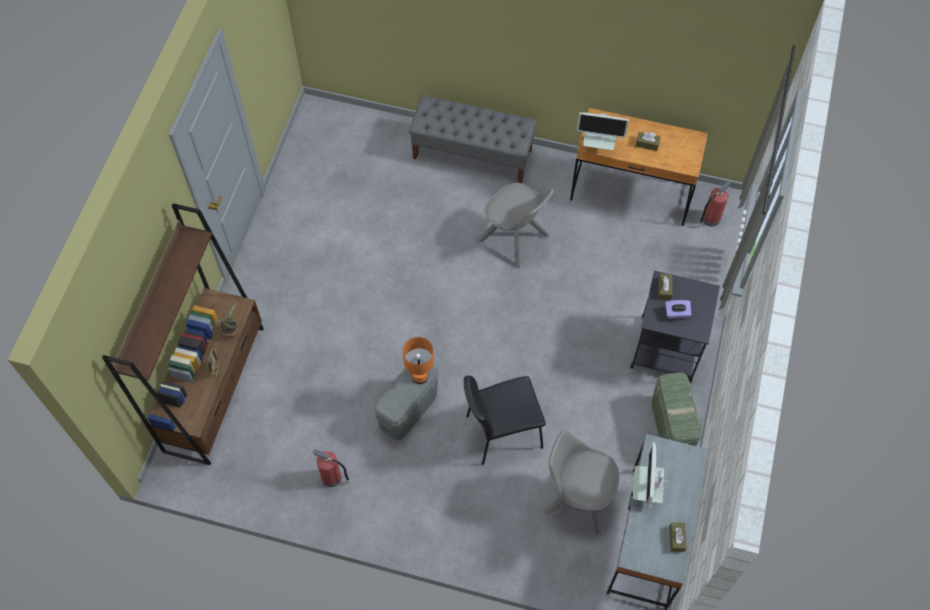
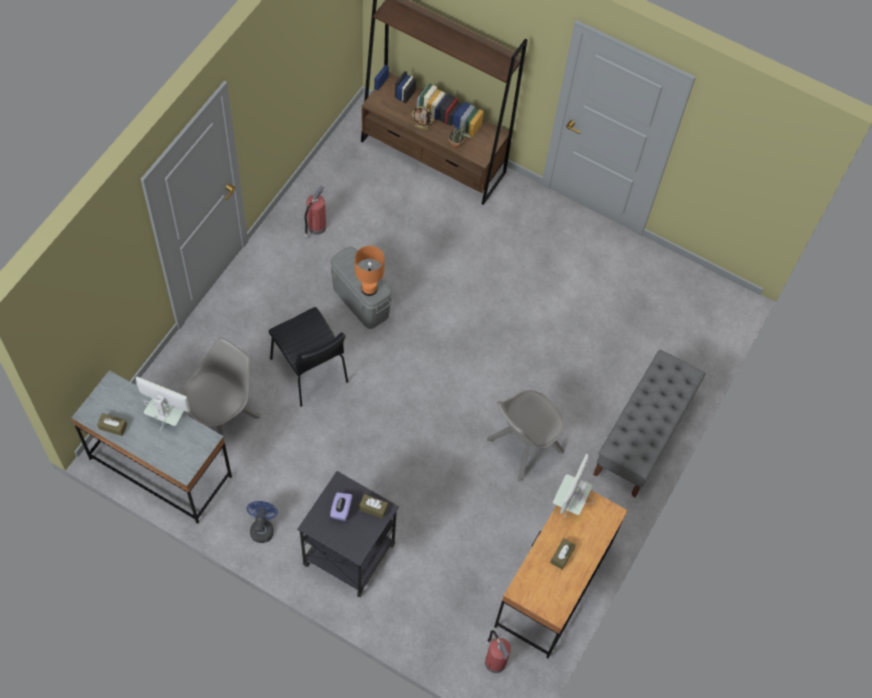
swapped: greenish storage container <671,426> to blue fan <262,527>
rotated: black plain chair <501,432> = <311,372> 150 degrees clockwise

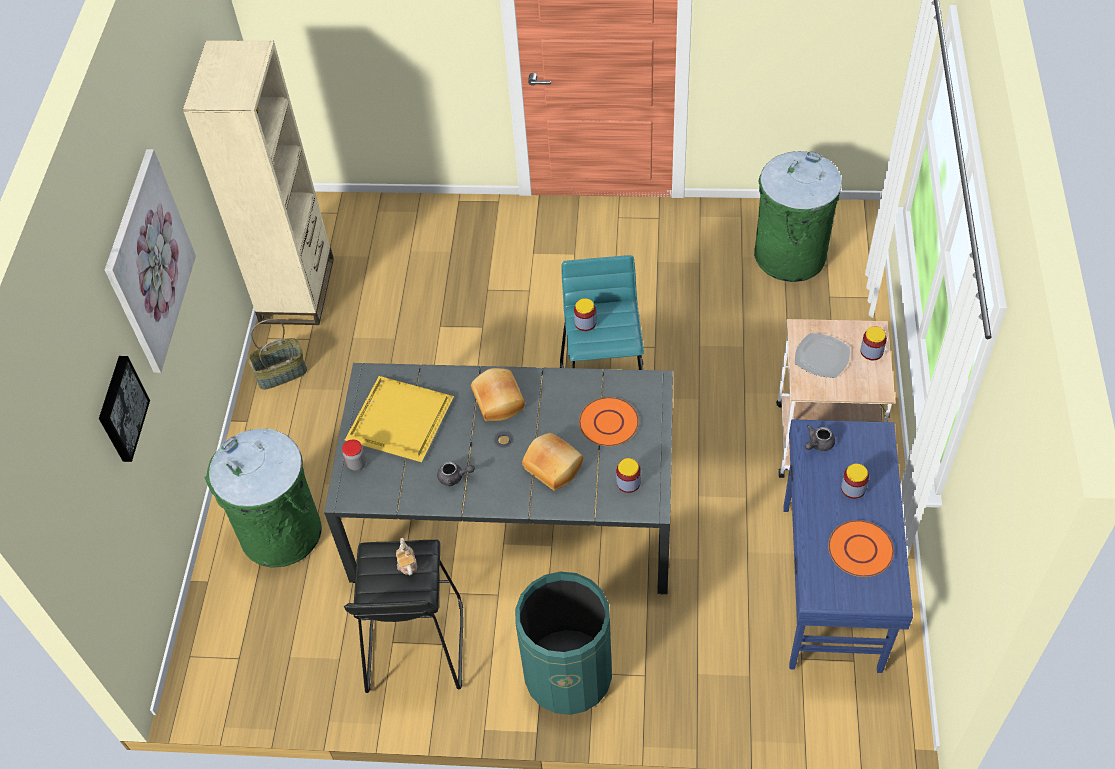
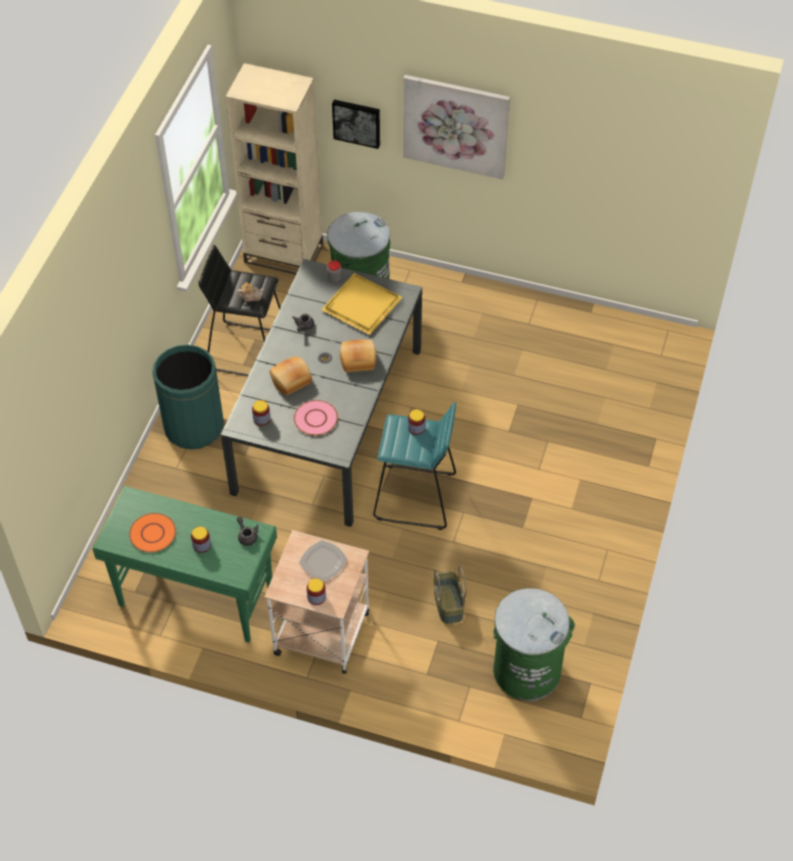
shifted: beige-coloured bookcase <297,290> to <283,253>; basket <281,374> to <447,604>
repainted: orangey dinner plate <608,423> to pinkish dinner plate <315,418>; blue console table <831,588> to greenish console table <195,596>

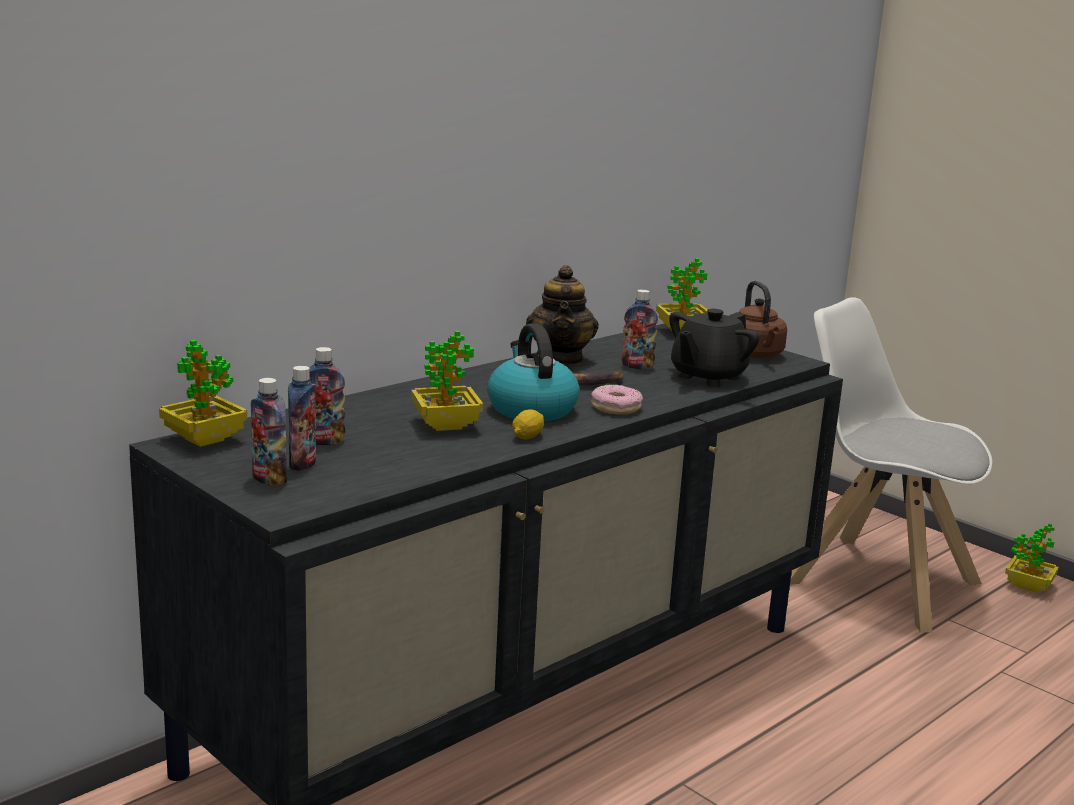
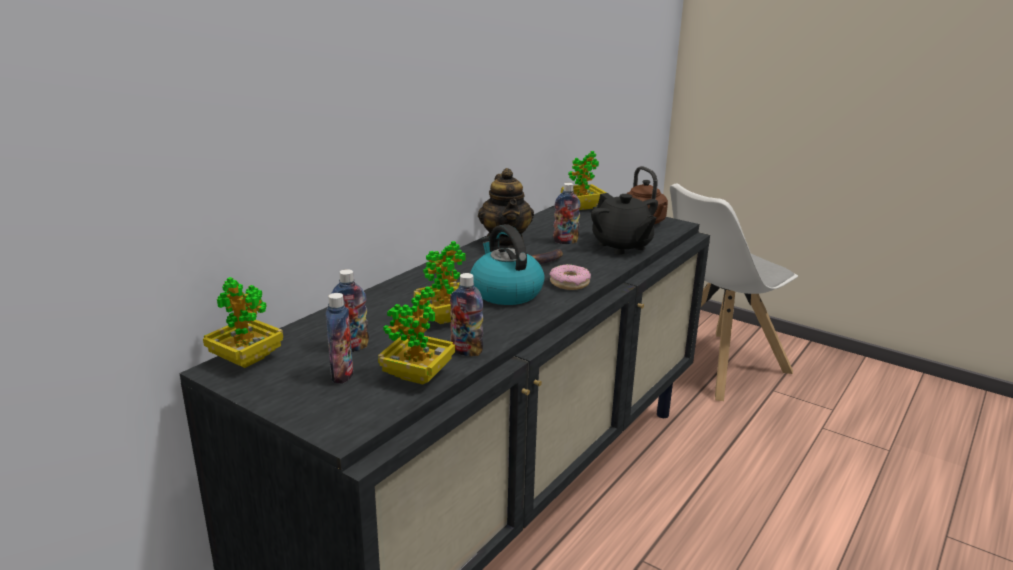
gone: whole lemon <527,437>
shifted: beverage bottle <269,479> to <466,351>; houseplant <1028,586> to <417,375>
rotated: black teapot <708,377> = <621,246> 60 degrees counterclockwise; plain chair <876,580> = <715,365> 60 degrees counterclockwise

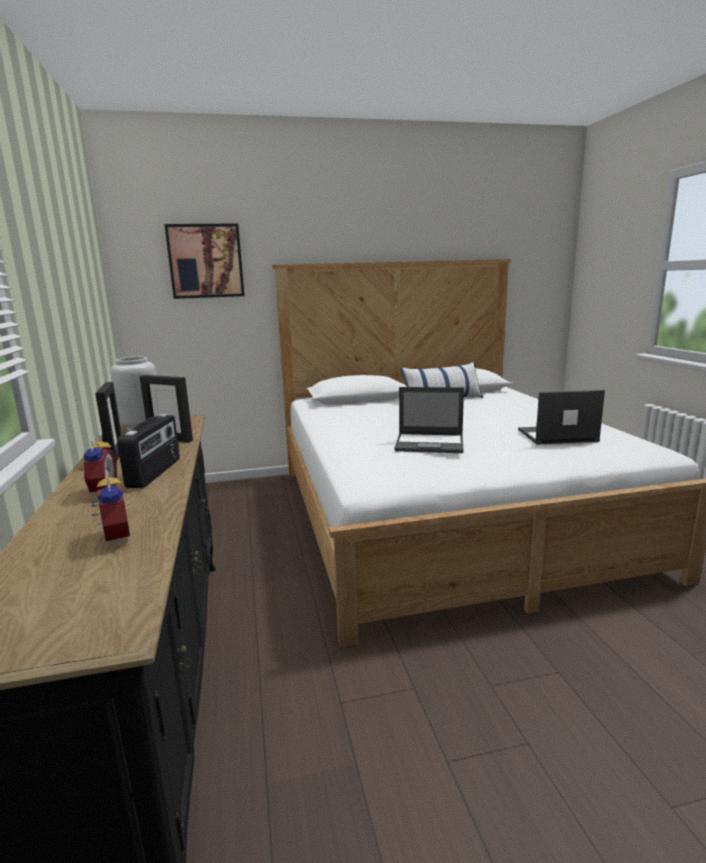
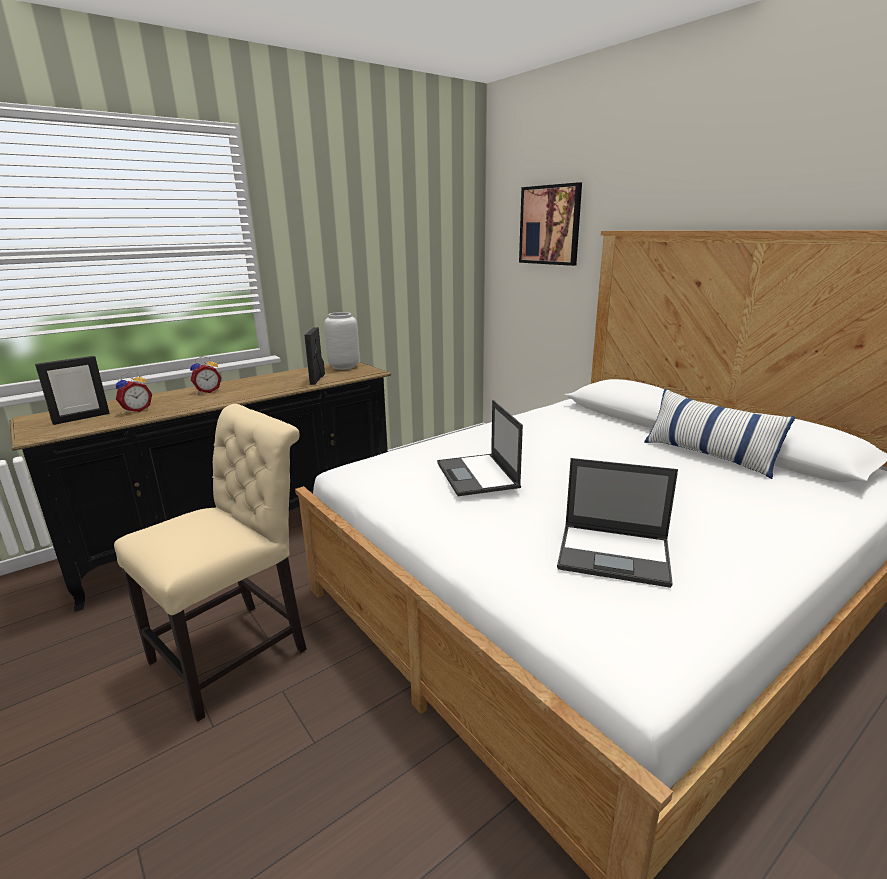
gone: radio set <155,473>
new: beige-coloured plain chair <239,651>
shifted: standing frame <114,455> to <81,418>
rotated: laptop <556,435> = <615,554> 135 degrees clockwise

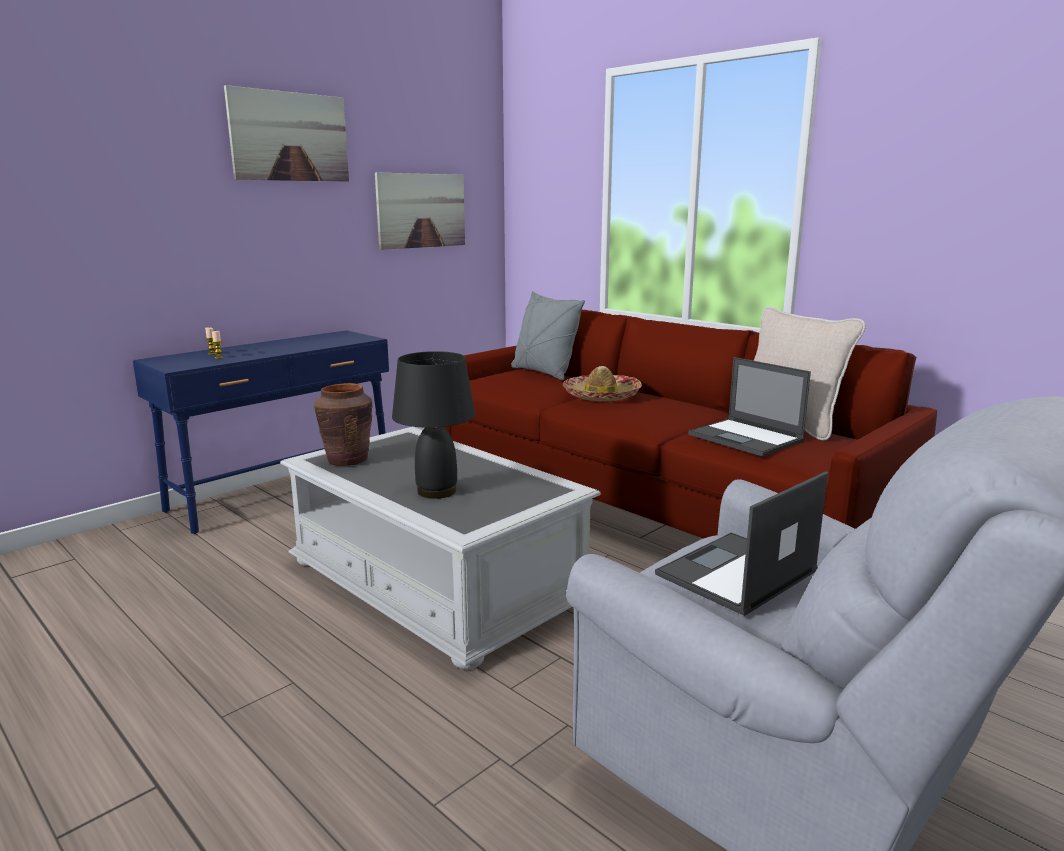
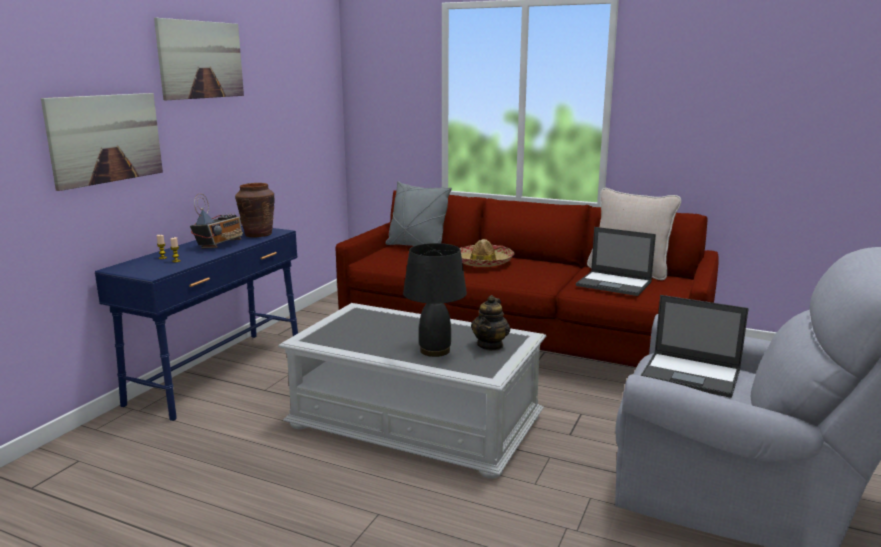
new: radio set <220,245>; teapot <490,345>
shifted: brownish decorative vase <347,460> to <258,235>; picture <421,210> to <106,138>
rotated: laptop <736,573> = <692,375> 90 degrees counterclockwise

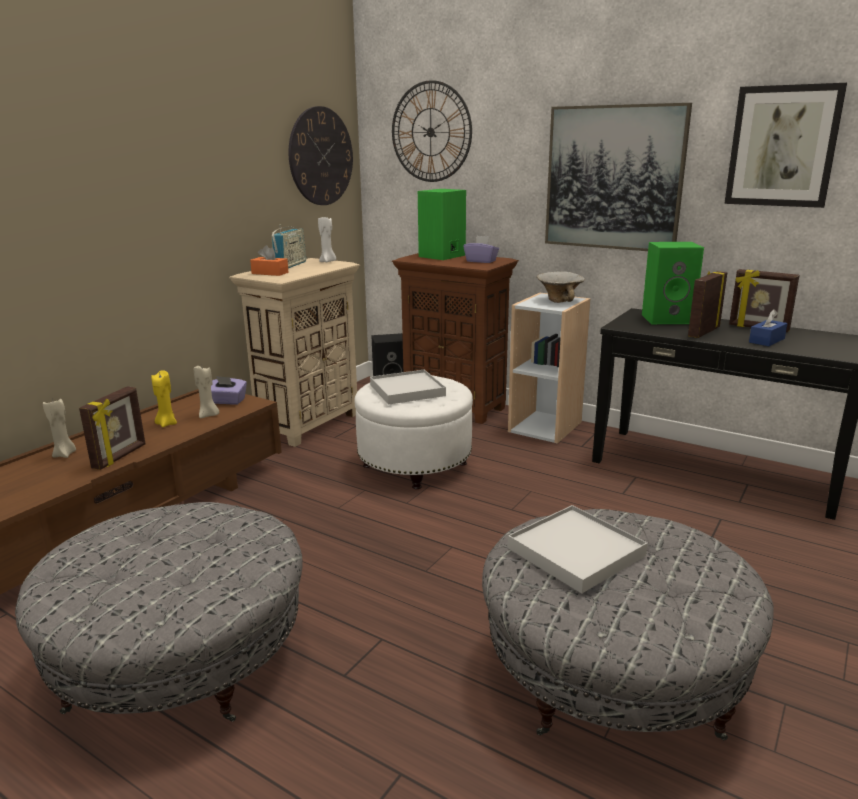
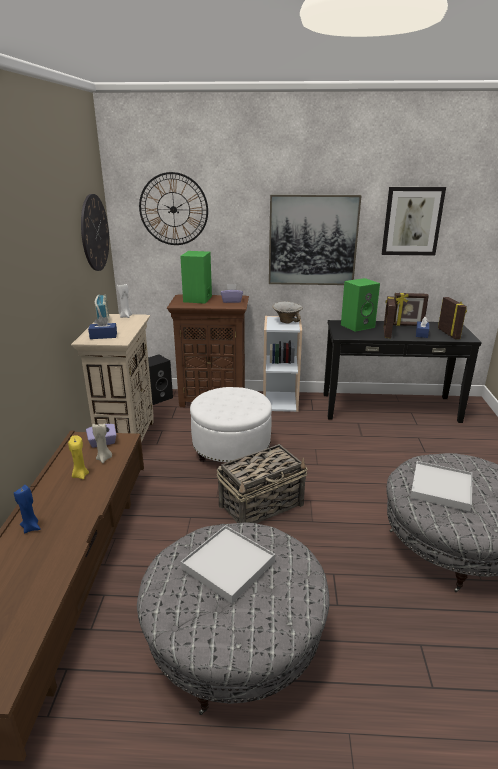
new: basket <262,505>
shifted: standing frame <120,457> to <449,334>; white-coloured serving tray <407,390> to <228,565>
repainted: beige-coloured candle <65,454> to blue candle <31,527>; orangey tissue box <270,273> to blue tissue box <103,336>

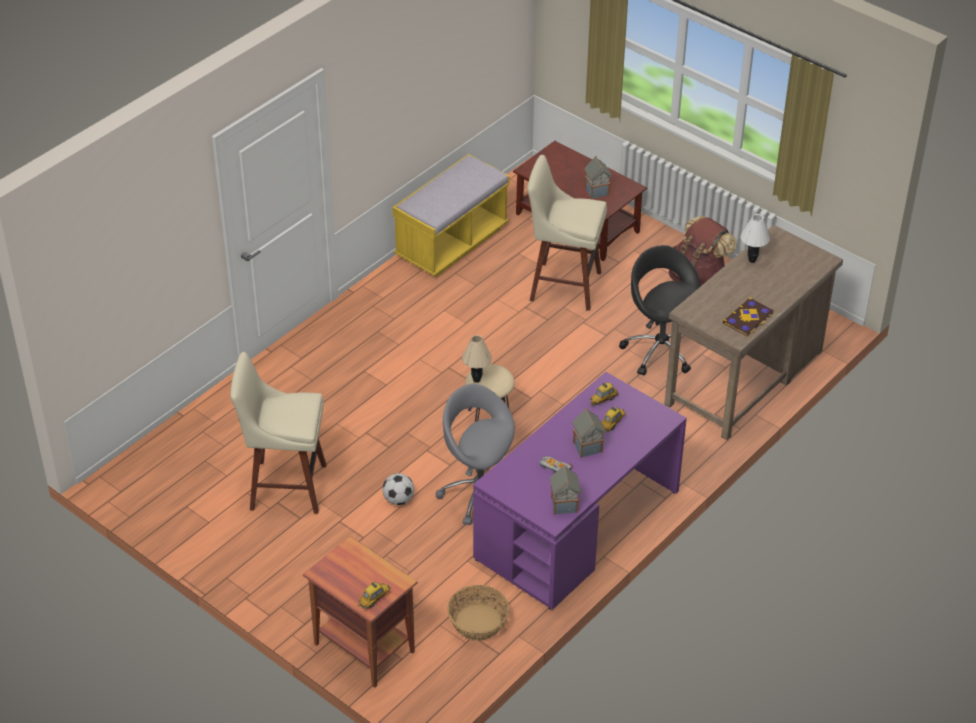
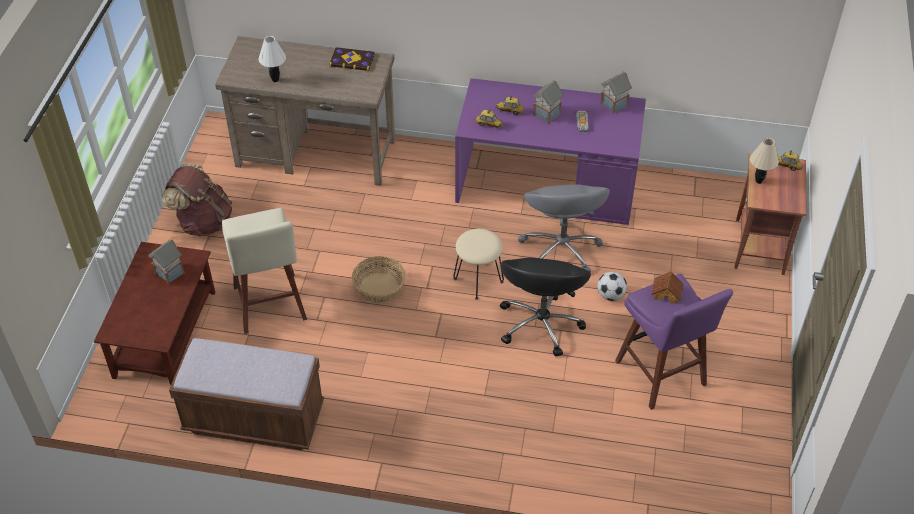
new: model house <666,293>
shifted: basket <478,622> to <379,288>; beige-coloured lamp for a table <476,380> to <759,181>; black office chair <659,349> to <540,327>
repainted: beige-coloured stool seat <285,487> to purple-coloured stool seat <661,375>; yellowish bench <451,243> to brownish bench <254,419>

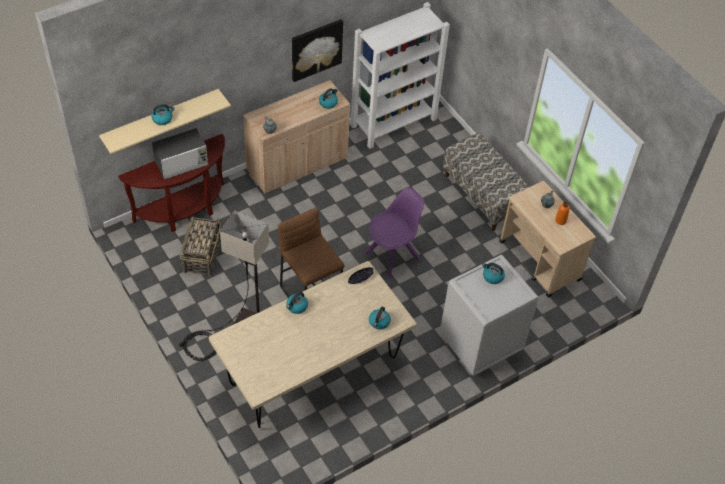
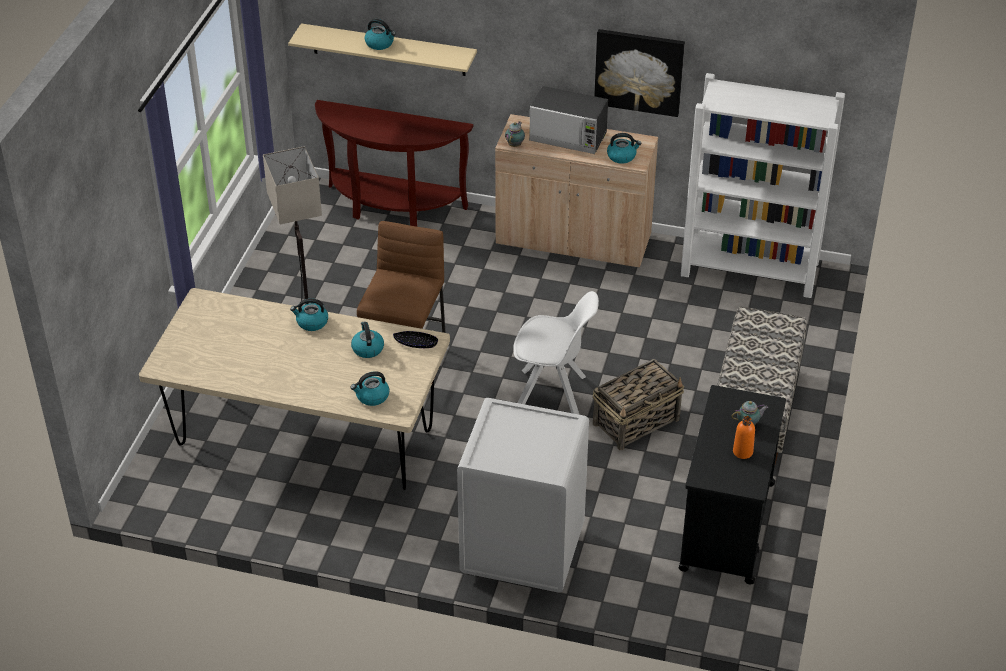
shifted: microwave oven <182,163> to <568,137>; basket <203,255> to <637,421>; kettle <492,277> to <367,348>
repainted: purple-coloured plain chair <392,255> to white-coloured plain chair <552,394>; beige-coloured cart <540,261> to black cart <726,527>

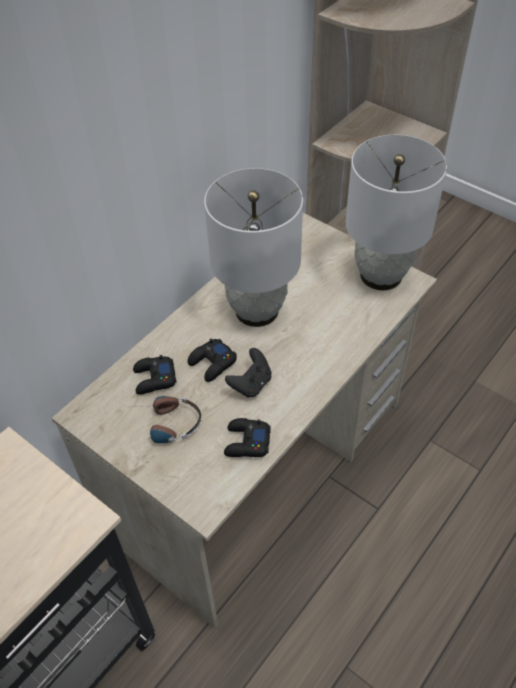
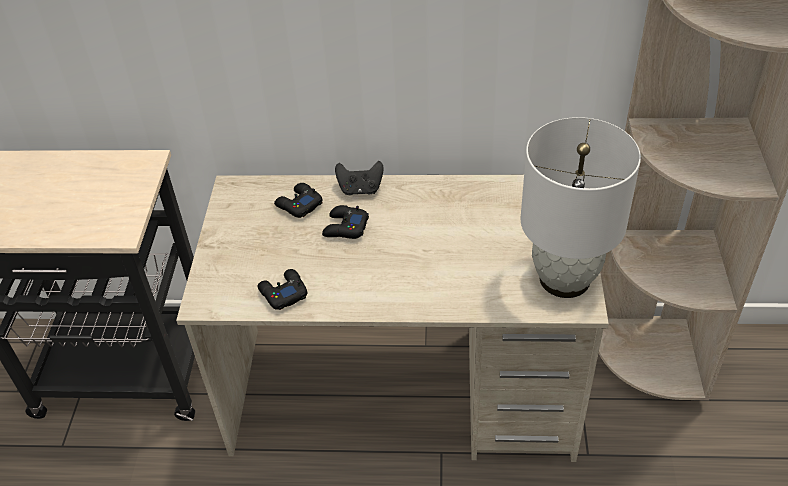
gone: headset <165,425>; white-coloured lamp for a table <257,310>
shifted: black gamepad <251,384> to <360,189>

